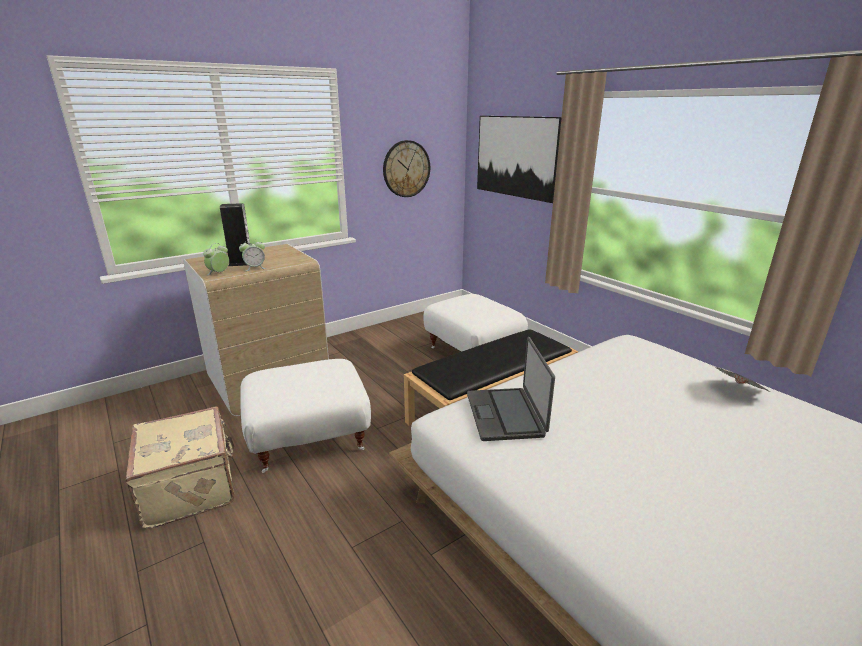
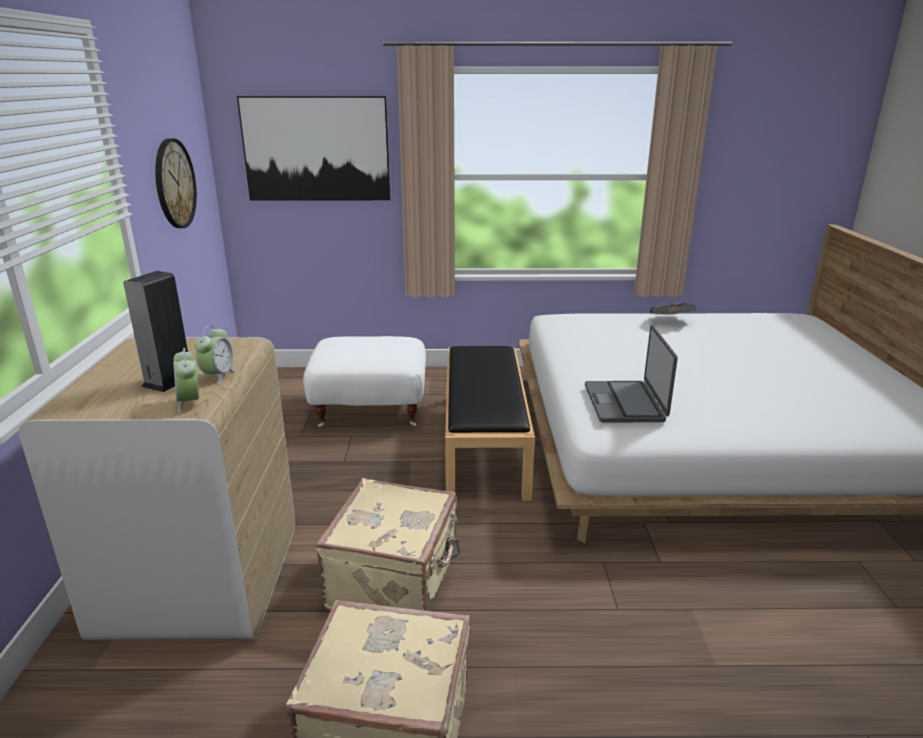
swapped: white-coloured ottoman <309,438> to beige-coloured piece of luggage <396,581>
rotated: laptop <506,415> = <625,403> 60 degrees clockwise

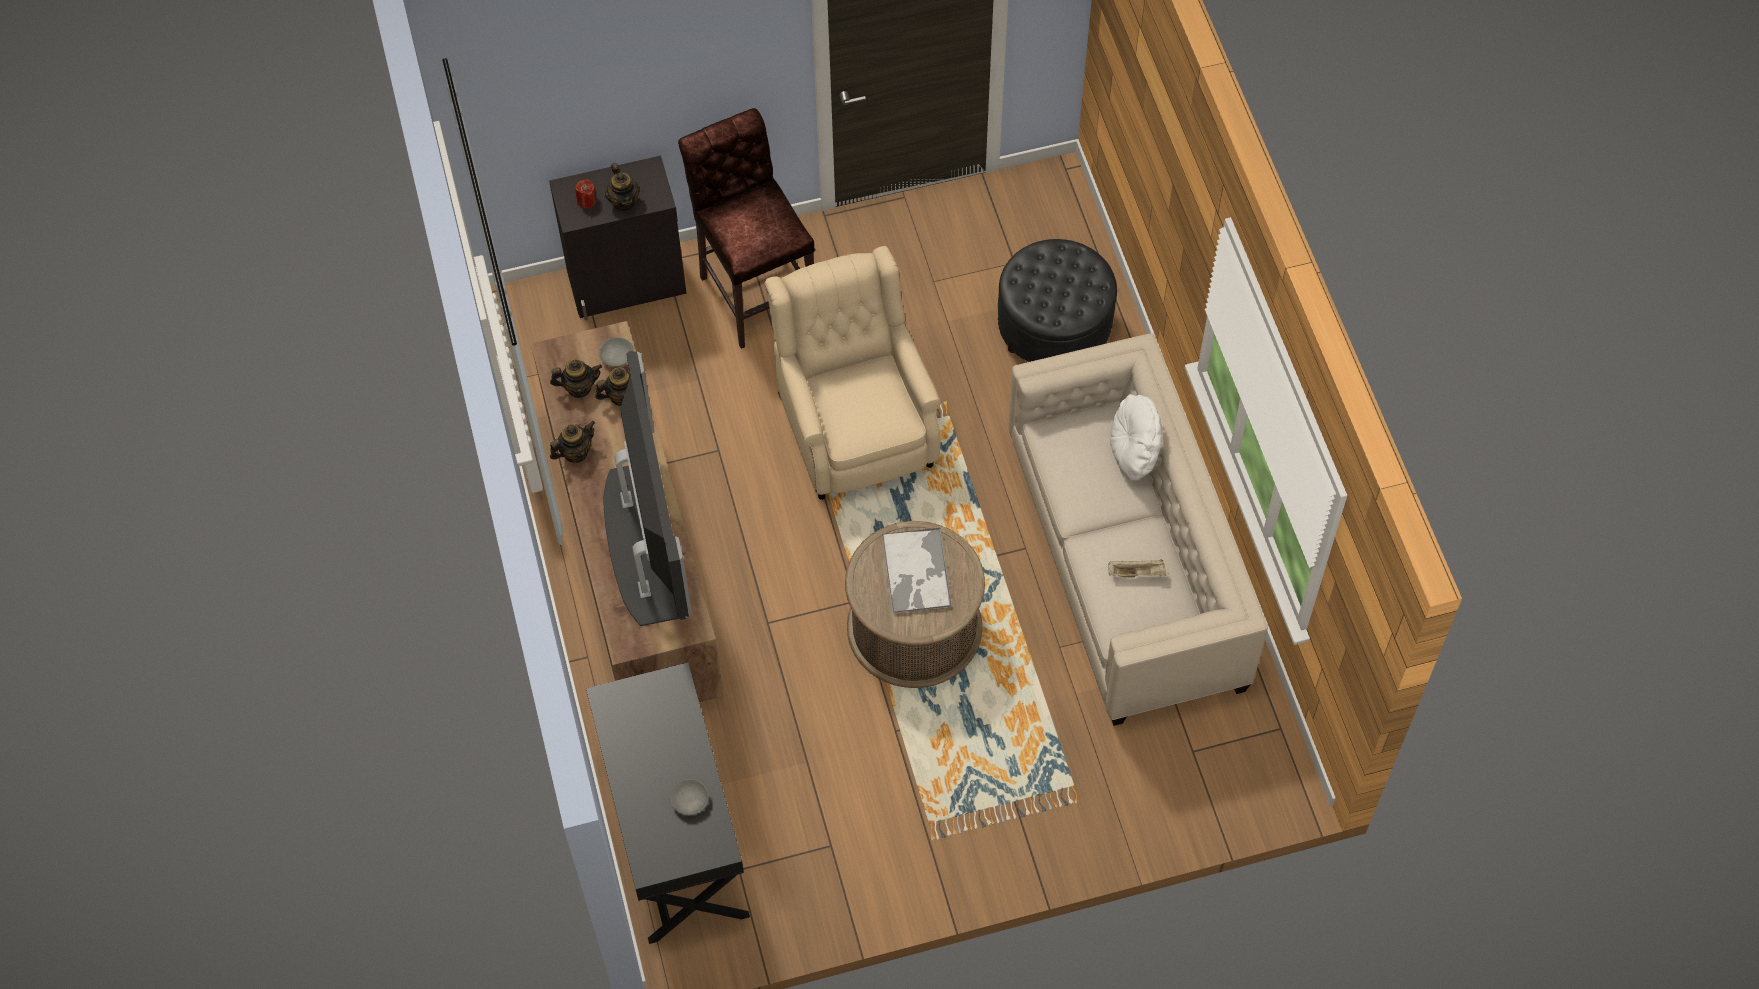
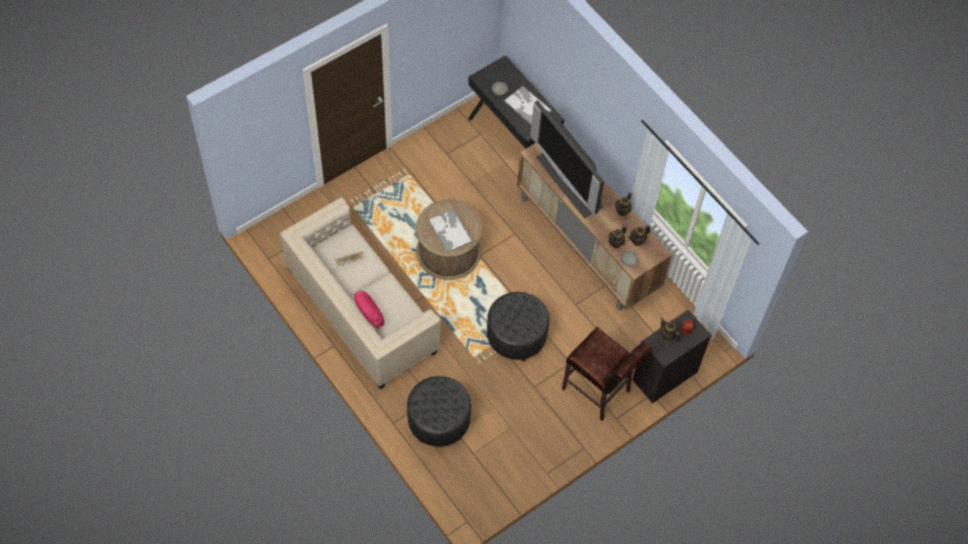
new: serving tray <527,106>
swapped: beige-coloured easy chair <855,427> to black ottoman <516,337>
repainted: white-coloured cushion <1133,455> to pinkish cushion <369,317>

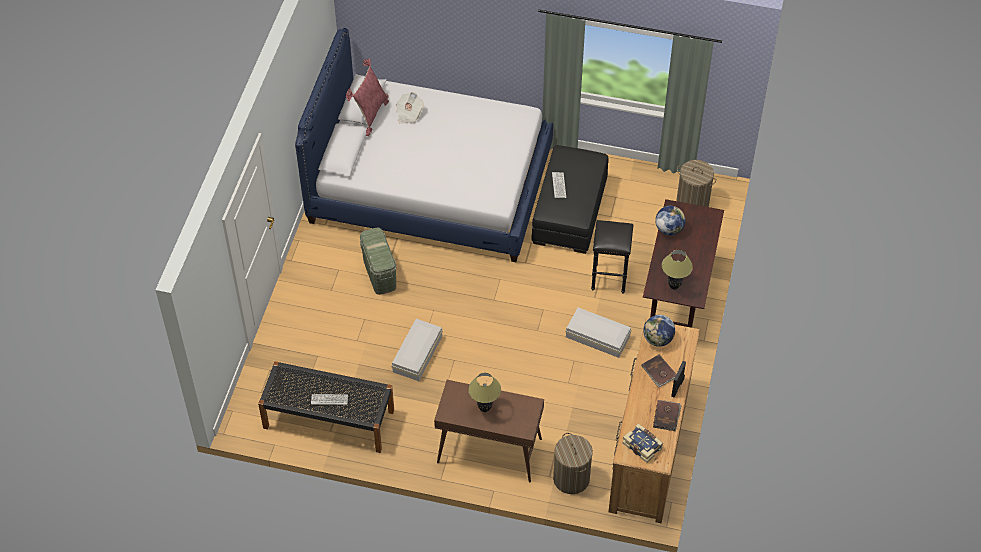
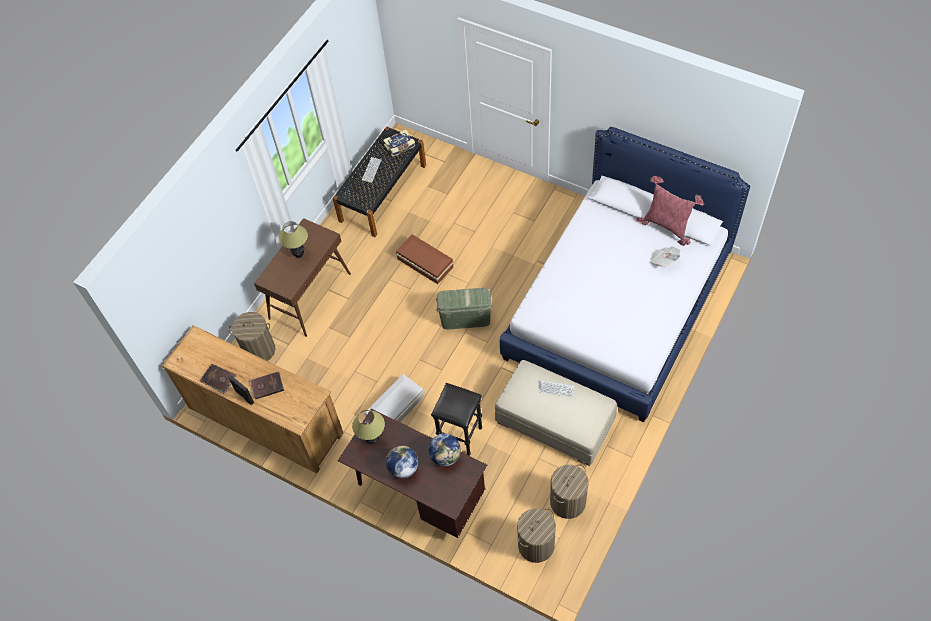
new: hamper <567,502>
shifted: greenish storage container <379,273> to <465,318>; bound book <643,445> to <400,147>; desk globe <658,339> to <403,468>
repainted: white-coloured storage container <416,354> to brownish storage container <425,262>; black ottoman <569,211> to beige-coloured ottoman <555,421>

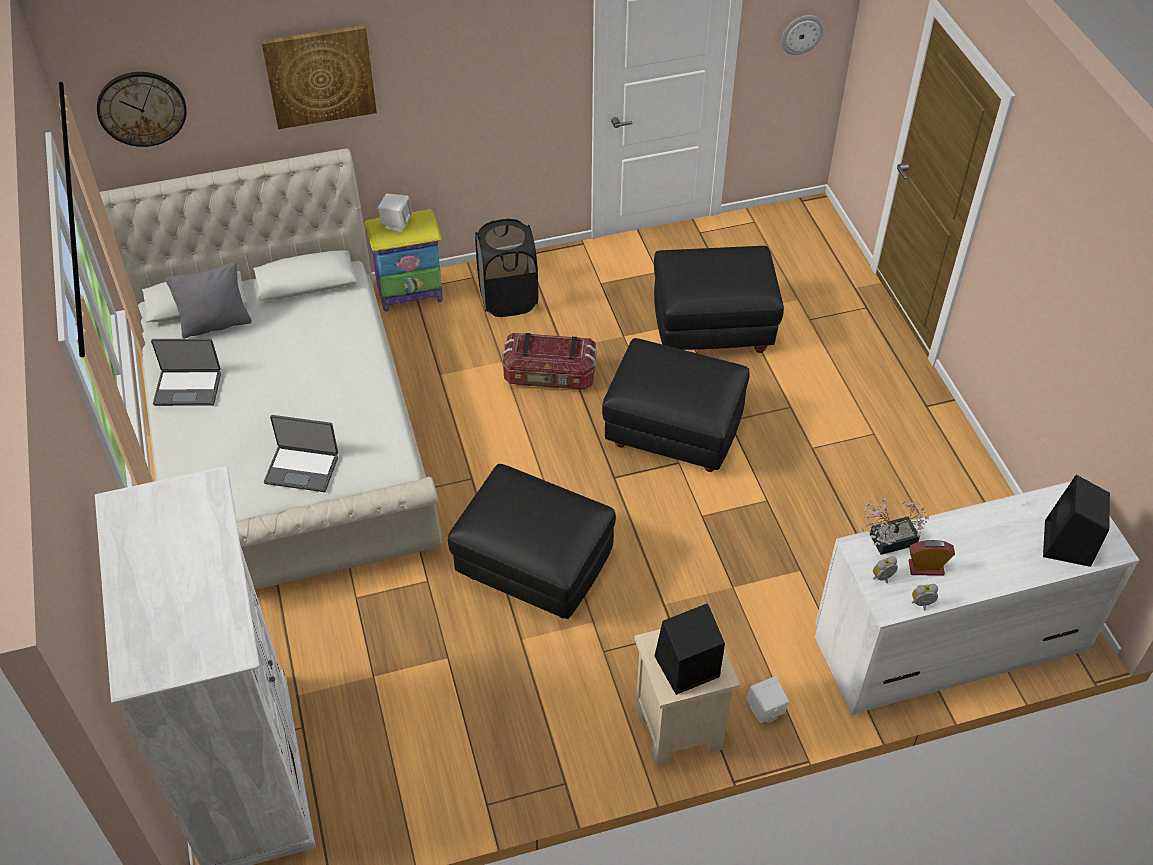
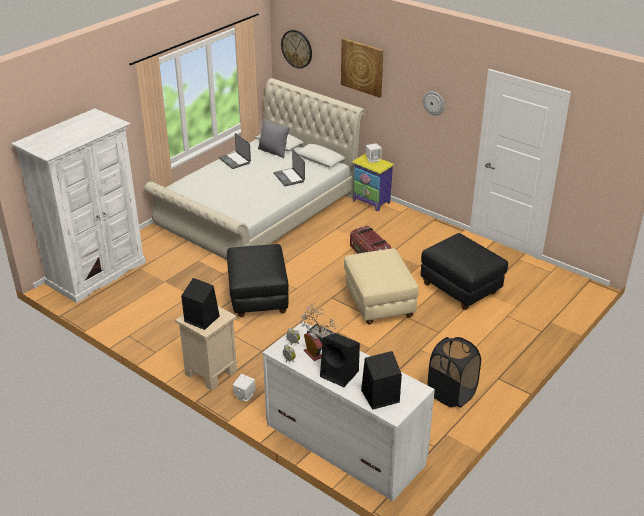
new: black speaker <340,374>
shifted: laptop <302,468> to <289,177>; black hamper <508,299> to <451,394>; wall clock <801,34> to <434,103>
repainted: black ottoman <672,431> to beige-coloured ottoman <379,303>

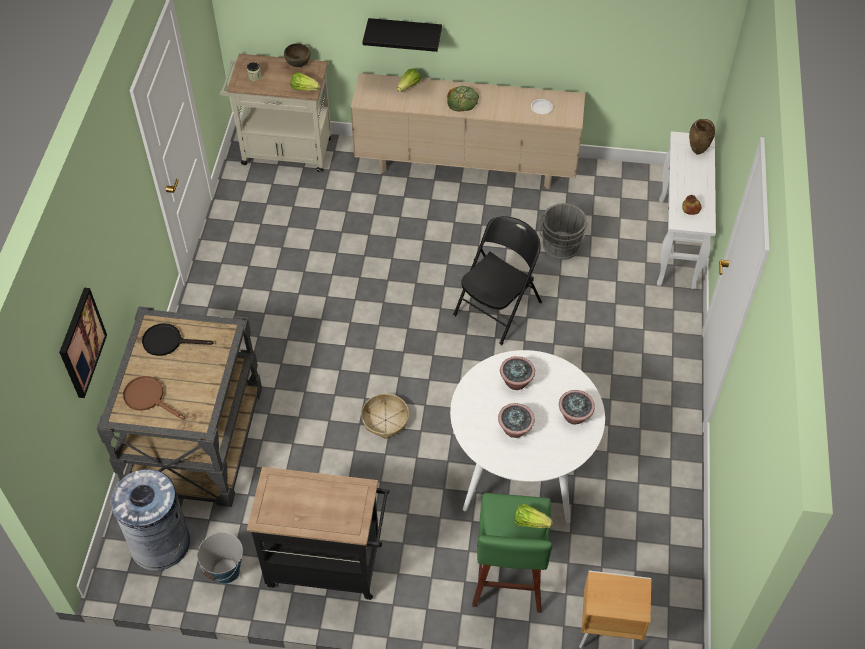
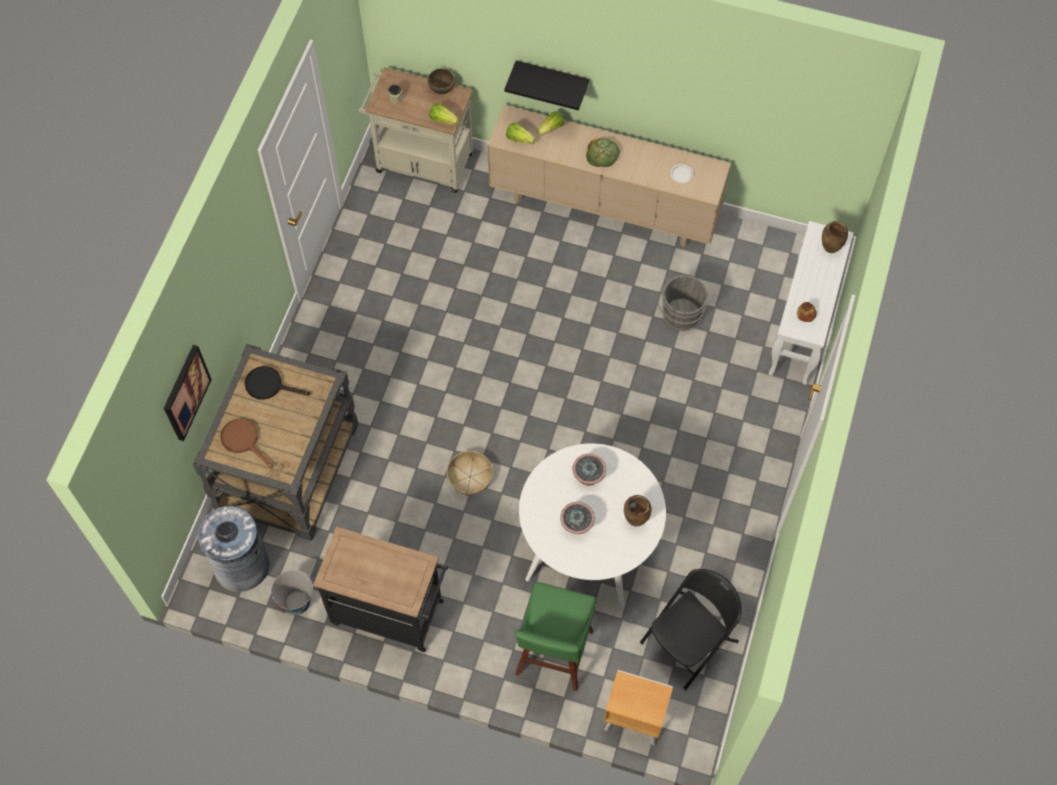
shifted: black plain chair <498,308> to <689,642>; lettuce <530,522> to <519,139>
swapped: houseplant <574,416> to brownish decorative vase <636,520>

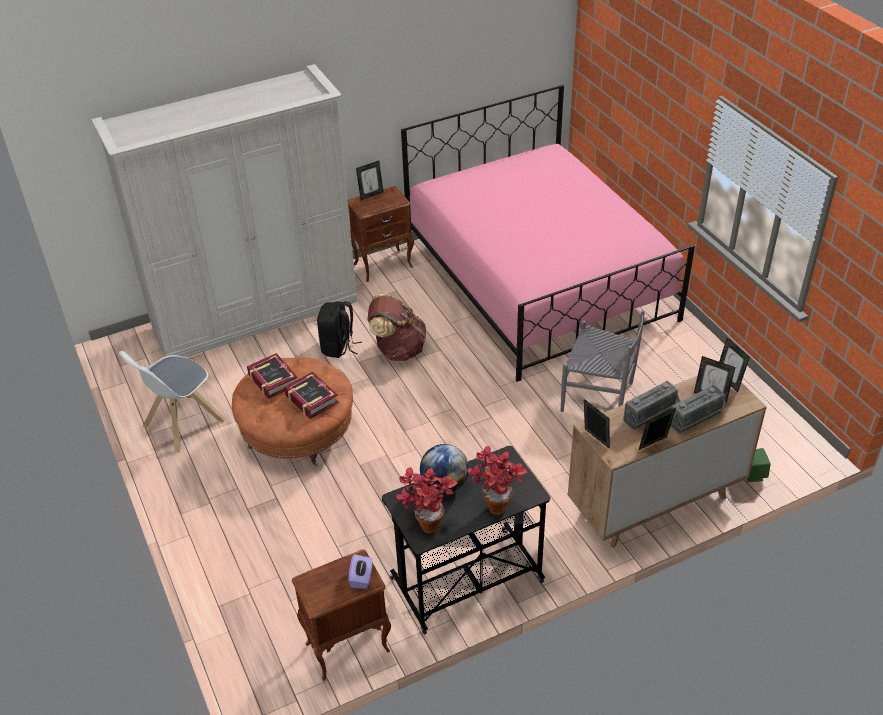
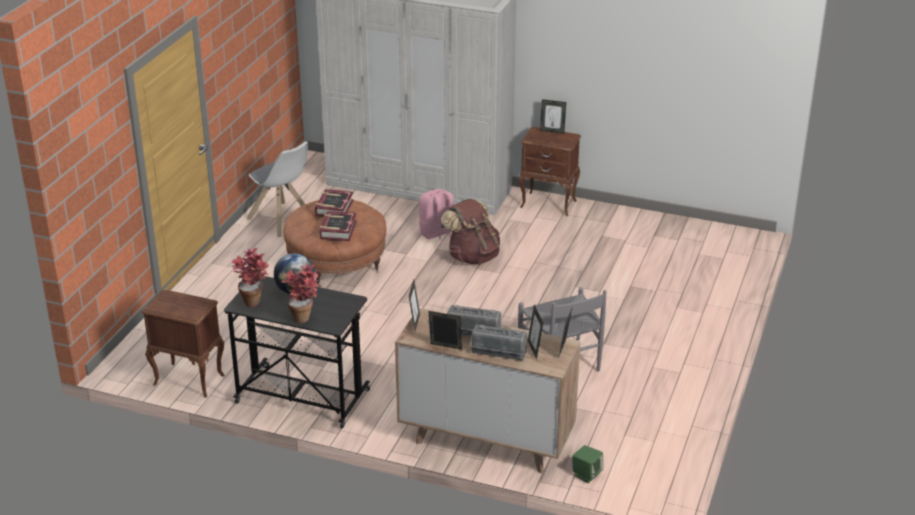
gone: purple-coloured tissue box <361,578>; pinkish bed <538,281>
repainted: black backpack <338,347> to pinkish backpack <438,233>
rotated: plain chair <181,424> = <282,220> 135 degrees counterclockwise

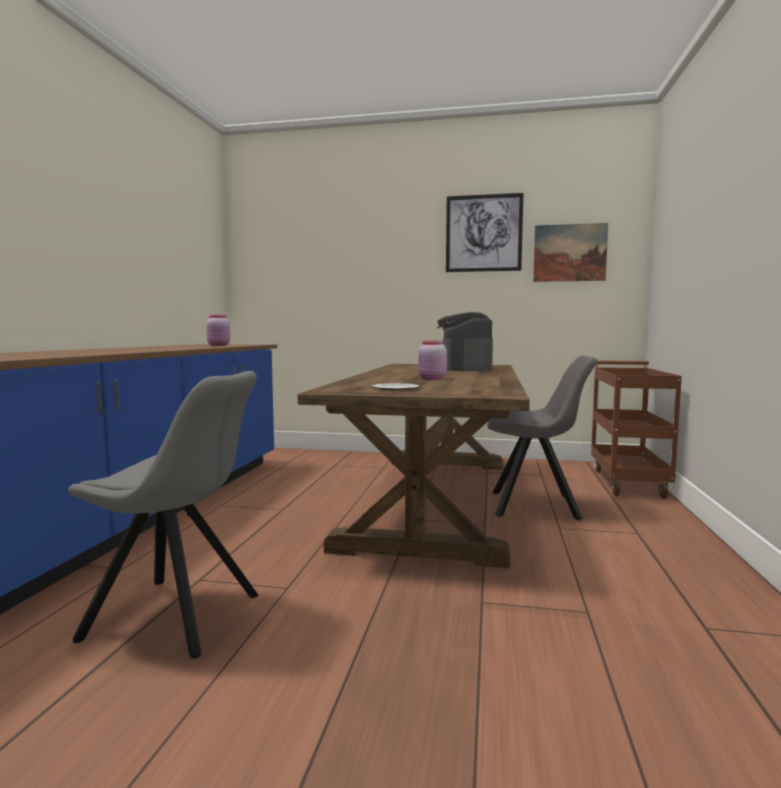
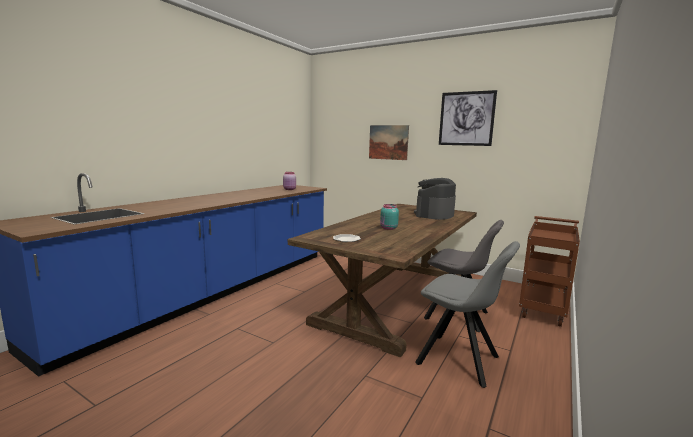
shifted: grey plain chair <175,616> to <458,360>; picture <569,253> to <388,142>
repainted: pinkish jar <432,379> to turquoise-coloured jar <388,228>

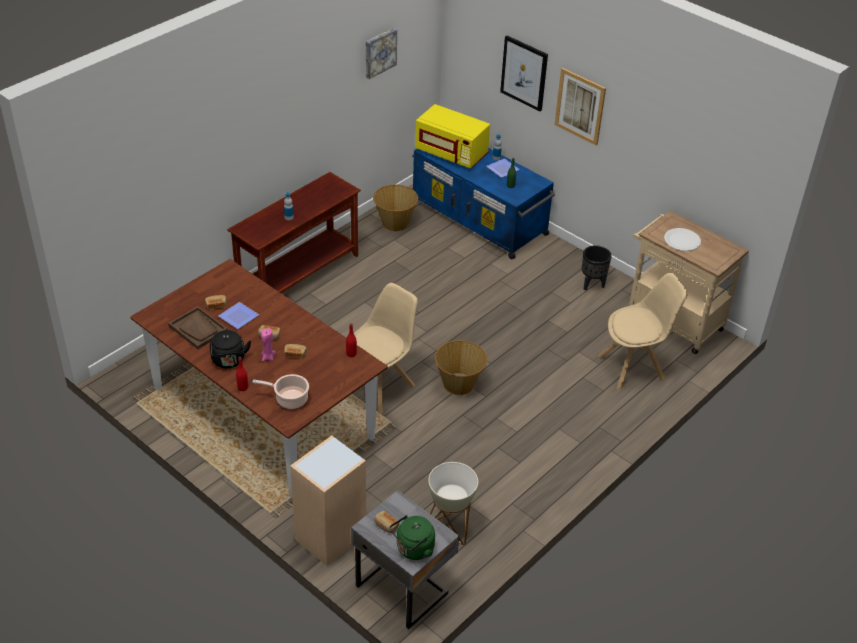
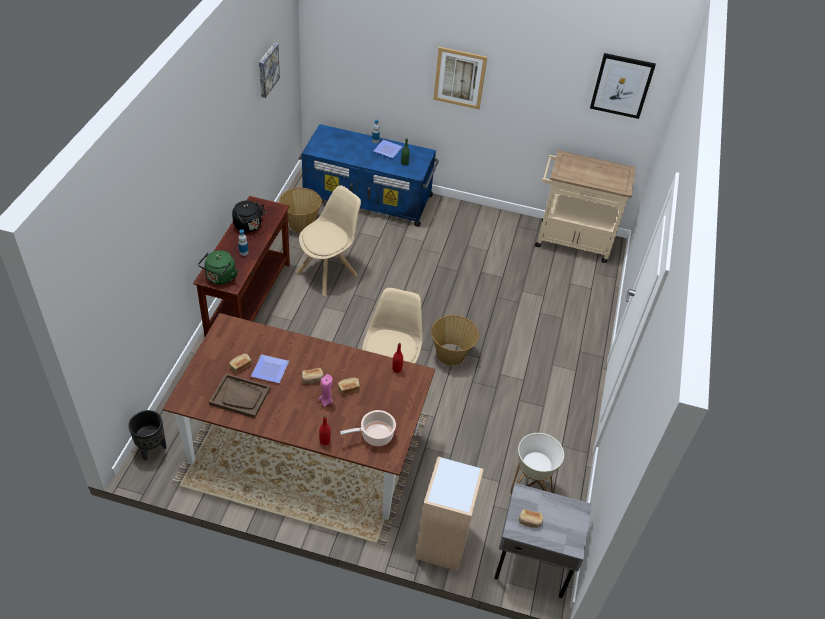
gone: yellowish microwave oven <452,153>; white-coloured dinner plate <682,240>
shifted: black kettle <229,361> to <249,226>; greenish kettle <413,549> to <220,278>; picture <524,73> to <622,85>; black plant pot <592,284> to <151,449>; beige-coloured plain chair <634,367> to <329,272>

